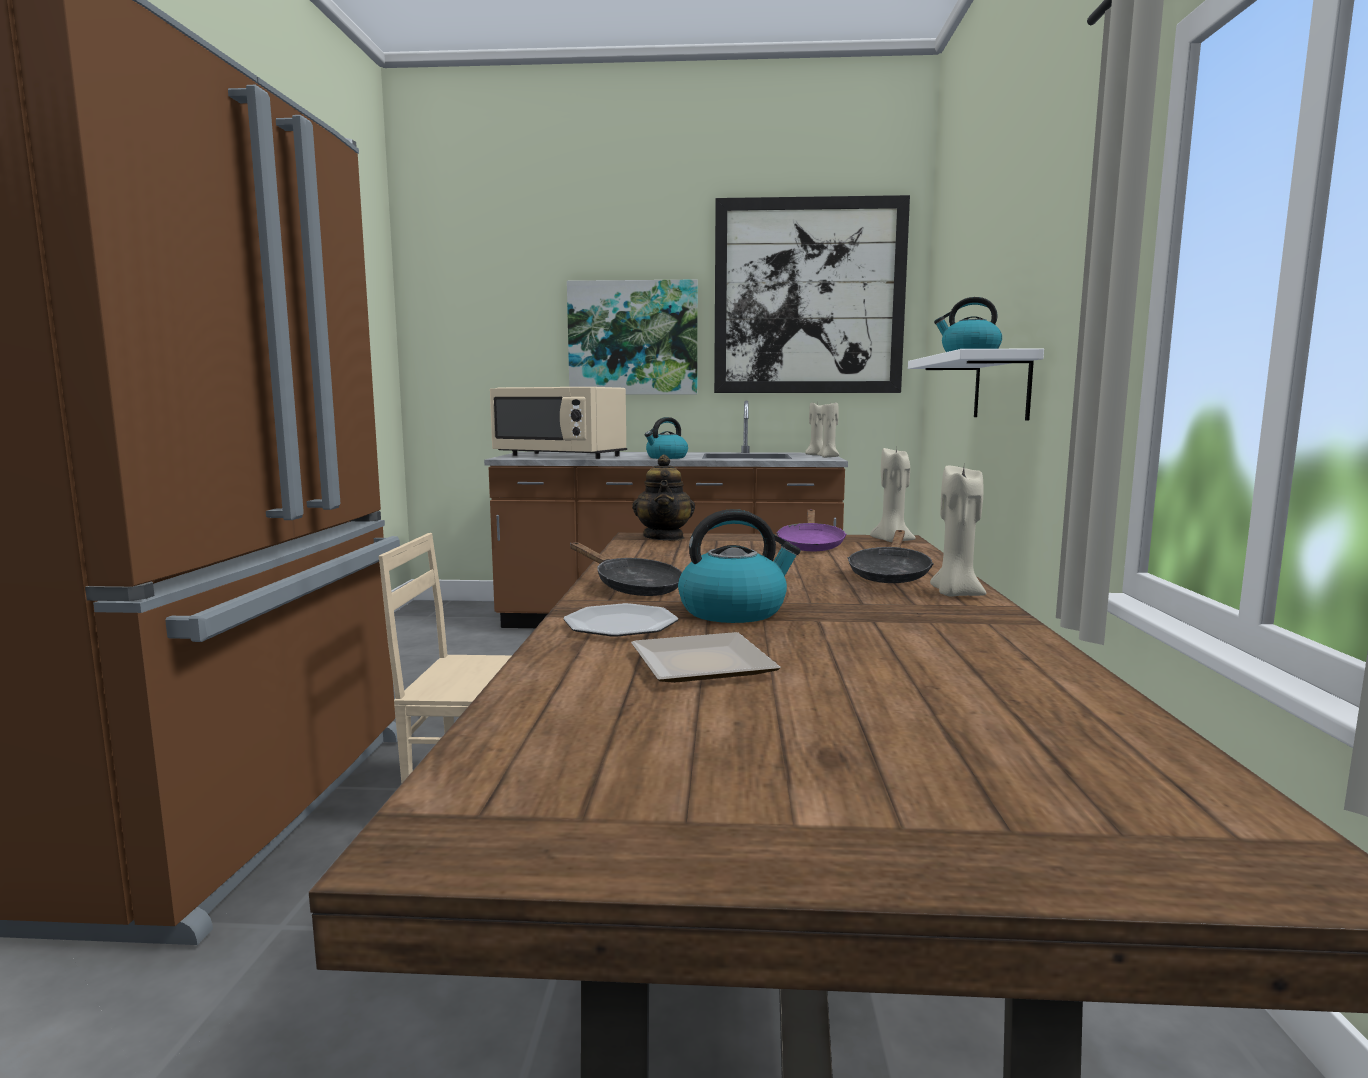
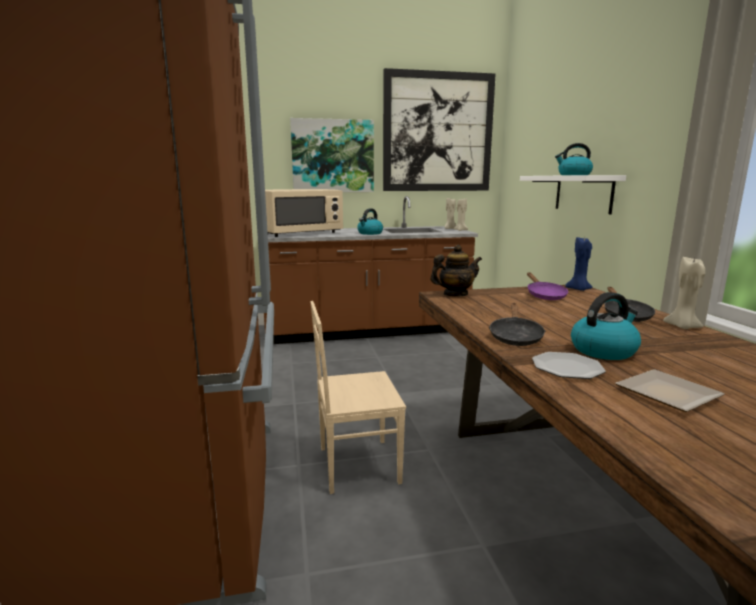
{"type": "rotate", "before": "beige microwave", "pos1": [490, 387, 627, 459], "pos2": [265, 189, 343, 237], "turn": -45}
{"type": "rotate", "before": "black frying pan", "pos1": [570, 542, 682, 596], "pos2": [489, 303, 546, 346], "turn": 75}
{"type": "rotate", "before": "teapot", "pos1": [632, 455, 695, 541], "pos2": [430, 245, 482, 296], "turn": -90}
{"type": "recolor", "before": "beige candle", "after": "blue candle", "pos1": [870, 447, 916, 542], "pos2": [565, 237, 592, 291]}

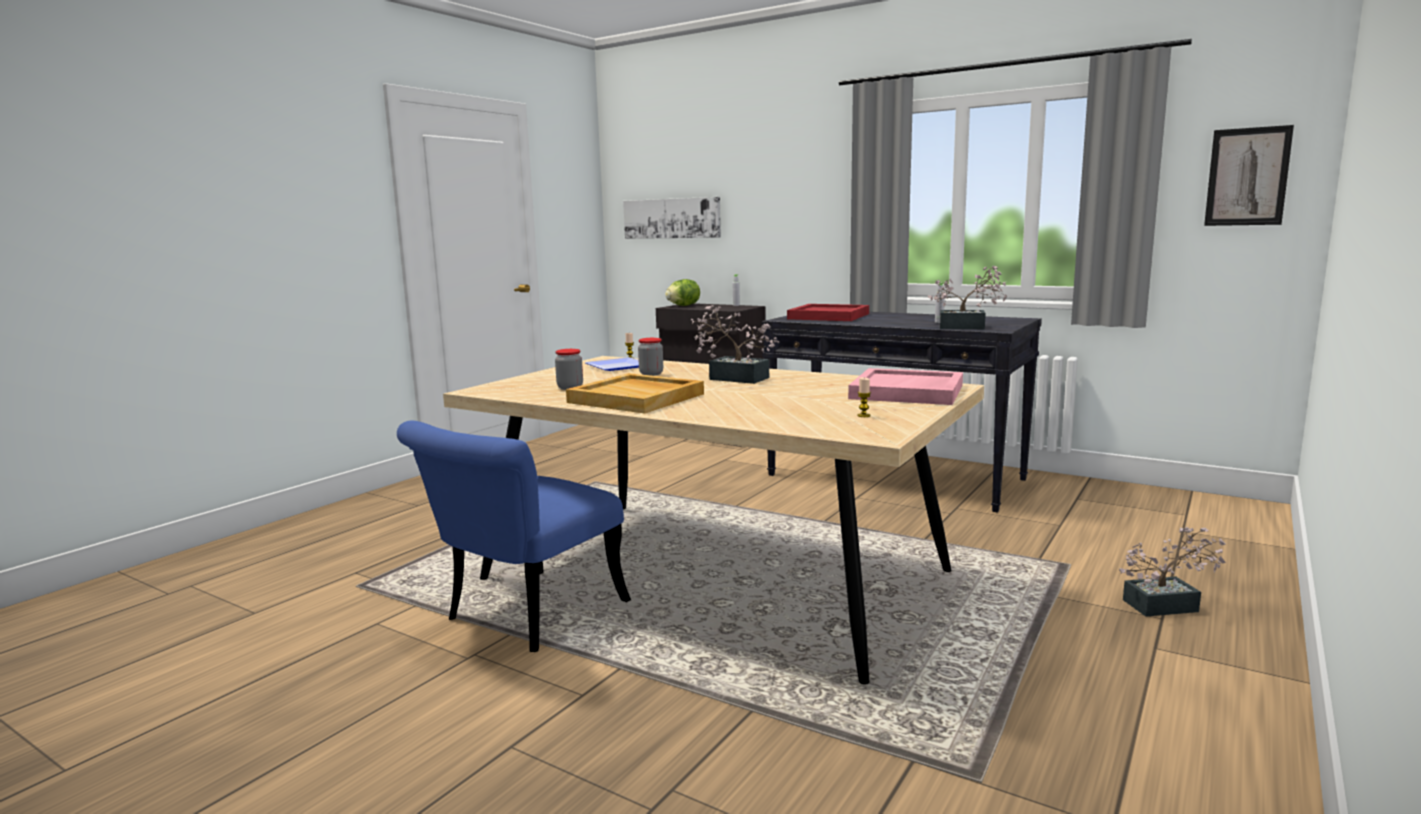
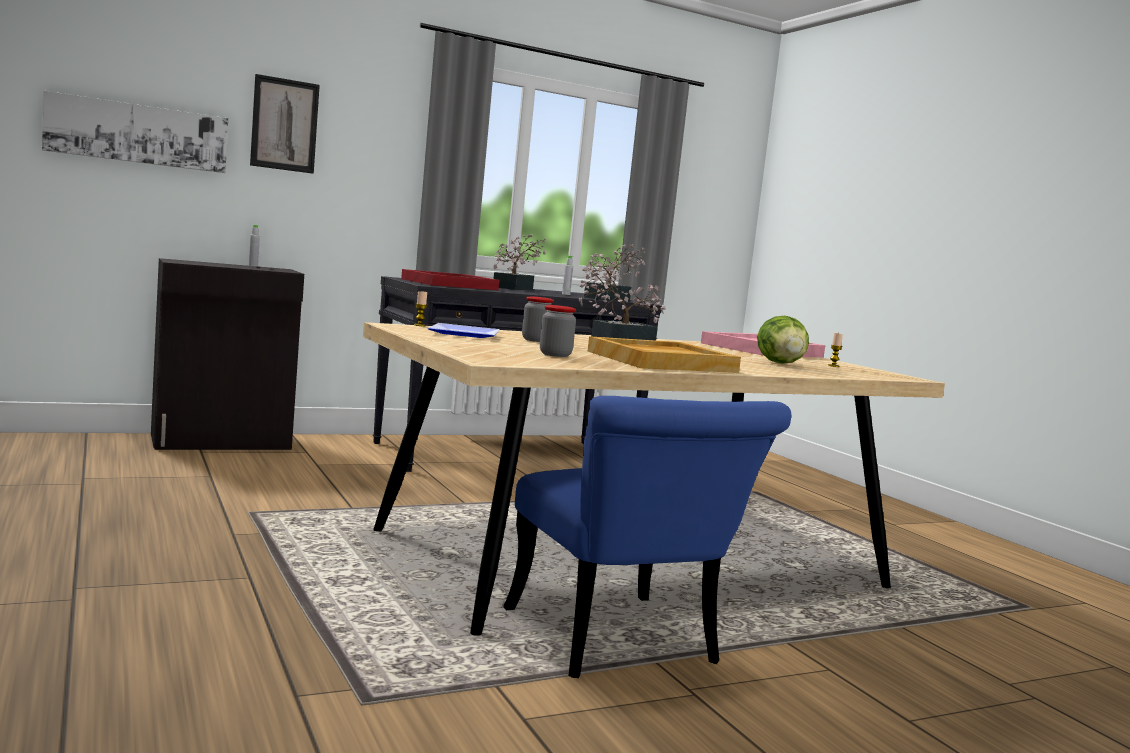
{"type": "move", "before": "lettuce", "pos1": [665, 279, 700, 306], "pos2": [757, 316, 809, 364]}
{"type": "move", "before": "potted plant", "pos1": [1119, 527, 1226, 617], "pos2": [493, 234, 546, 290]}
{"type": "move", "before": "picture", "pos1": [1204, 125, 1294, 226], "pos2": [250, 74, 320, 174]}

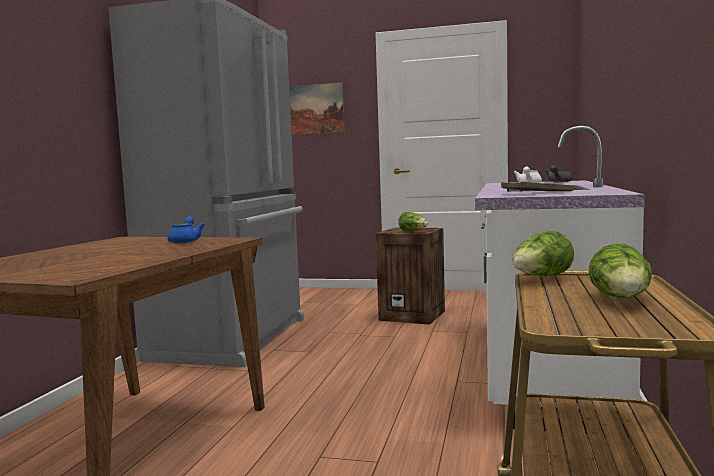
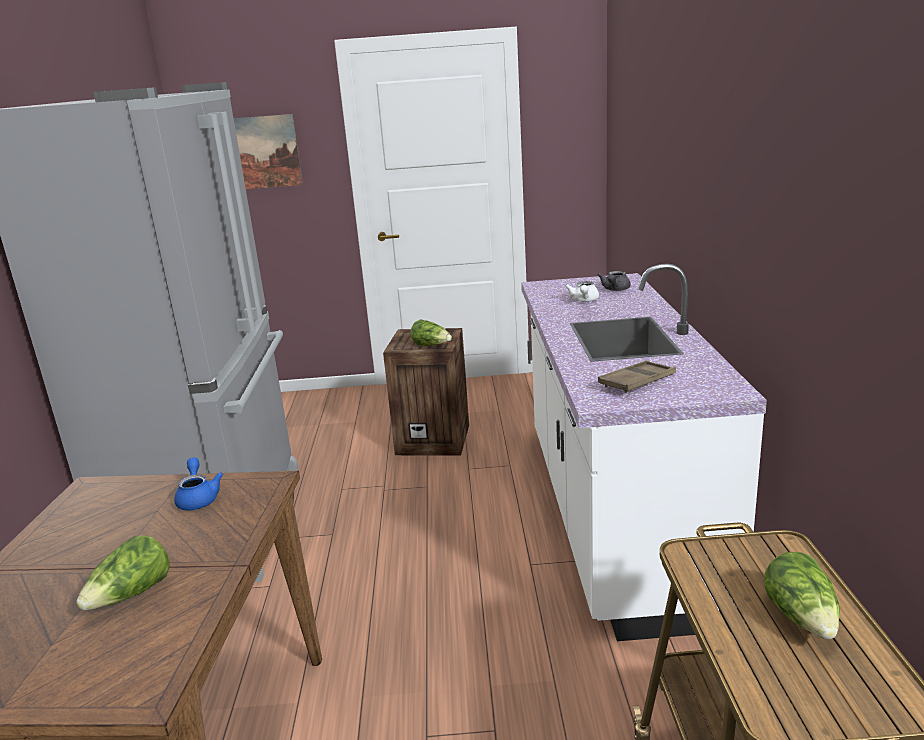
{"type": "move", "before": "lettuce", "pos1": [513, 231, 574, 276], "pos2": [76, 536, 170, 611]}

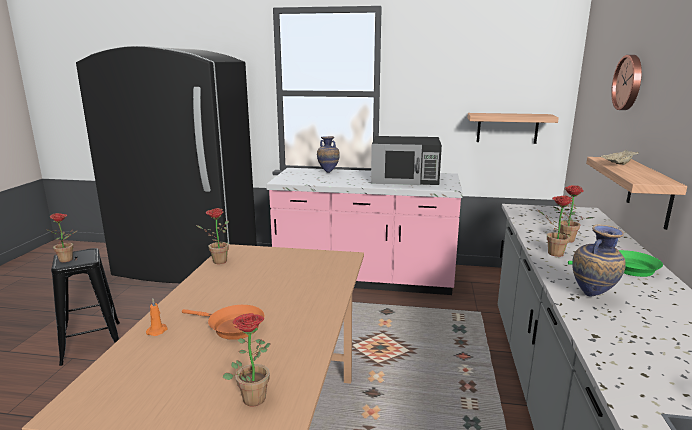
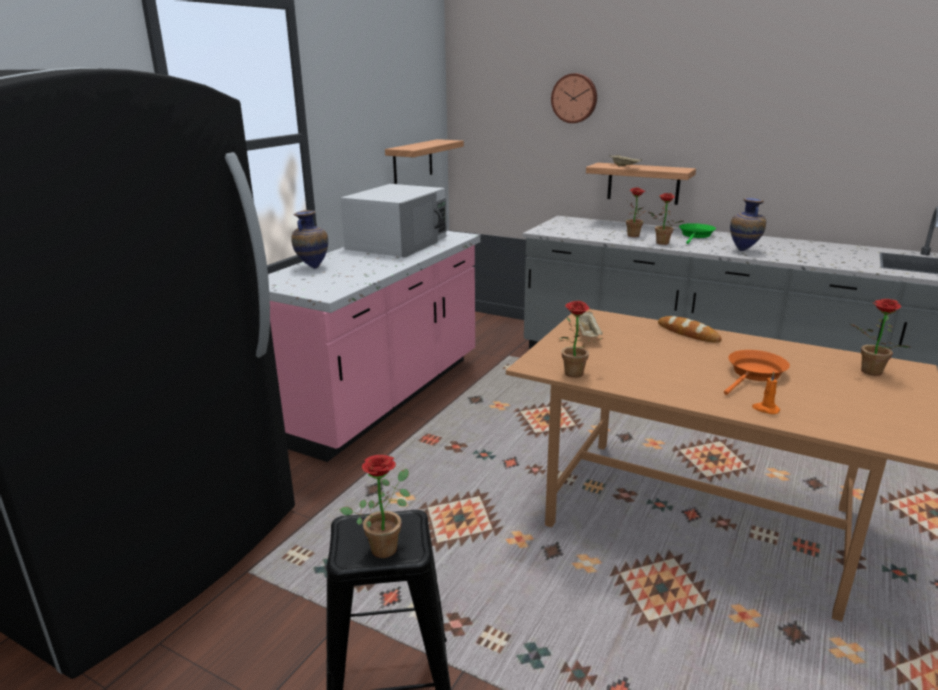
{"type": "recolor", "before": "black microwave", "after": "white microwave", "pos1": [371, 136, 442, 185], "pos2": [340, 184, 447, 258]}
{"type": "insert", "after": "beige tray", "pos2": [578, 312, 603, 337]}
{"type": "insert", "after": "bread", "pos2": [658, 316, 721, 343]}

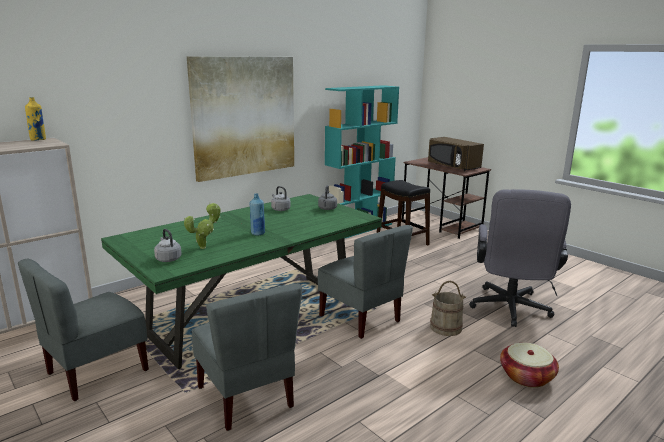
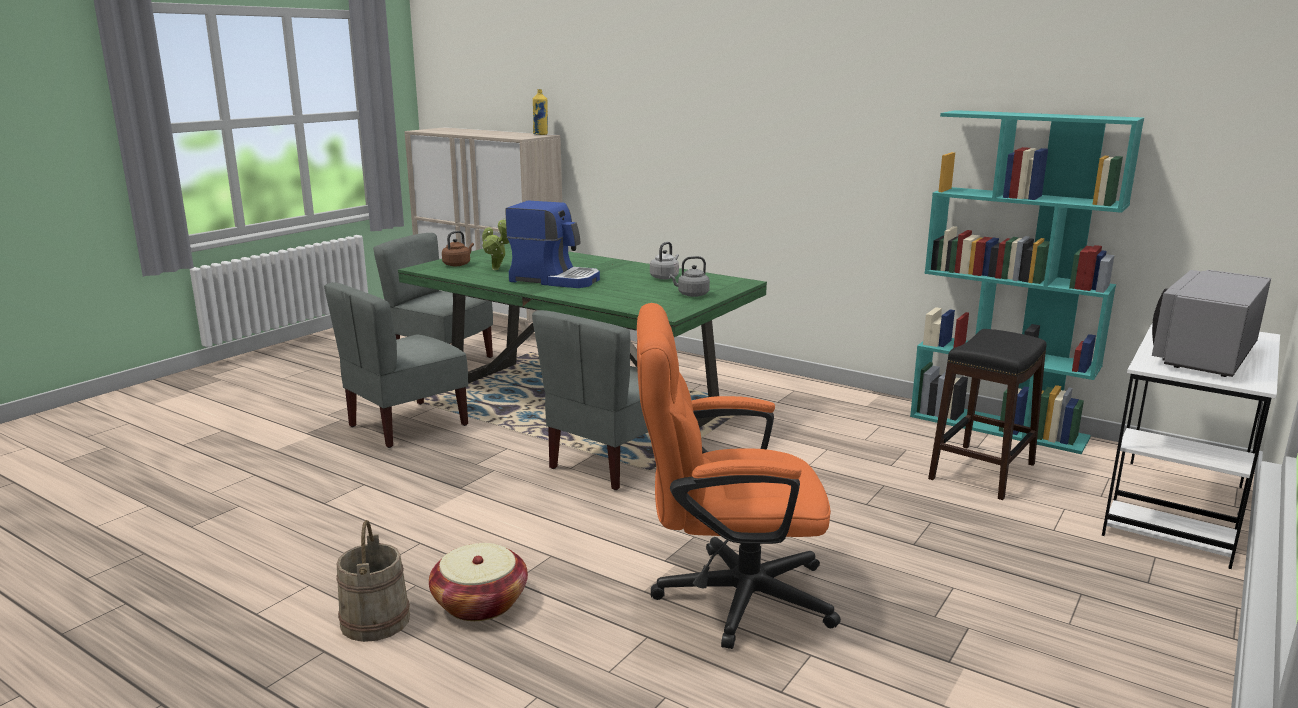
{"type": "recolor", "before": "grey kettle", "after": "brown kettle", "pos1": [154, 229, 182, 262], "pos2": [442, 231, 474, 266]}
{"type": "delete", "before": "picture", "pos1": [187, 56, 294, 182]}
{"type": "replace", "before": "blue bottle", "after": "coffee machine", "pos1": [250, 193, 265, 235], "pos2": [505, 201, 600, 288]}
{"type": "recolor", "before": "brown desk", "after": "white desk", "pos1": [402, 157, 491, 239], "pos2": [1102, 322, 1280, 569]}
{"type": "recolor", "before": "brown microwave", "after": "grey microwave", "pos1": [428, 137, 484, 171], "pos2": [1152, 270, 1271, 377]}
{"type": "move", "before": "beige bucket", "pos1": [430, 281, 466, 336], "pos2": [336, 520, 410, 642]}
{"type": "recolor", "before": "grey office chair", "after": "orange office chair", "pos1": [469, 189, 571, 327], "pos2": [637, 303, 841, 649]}

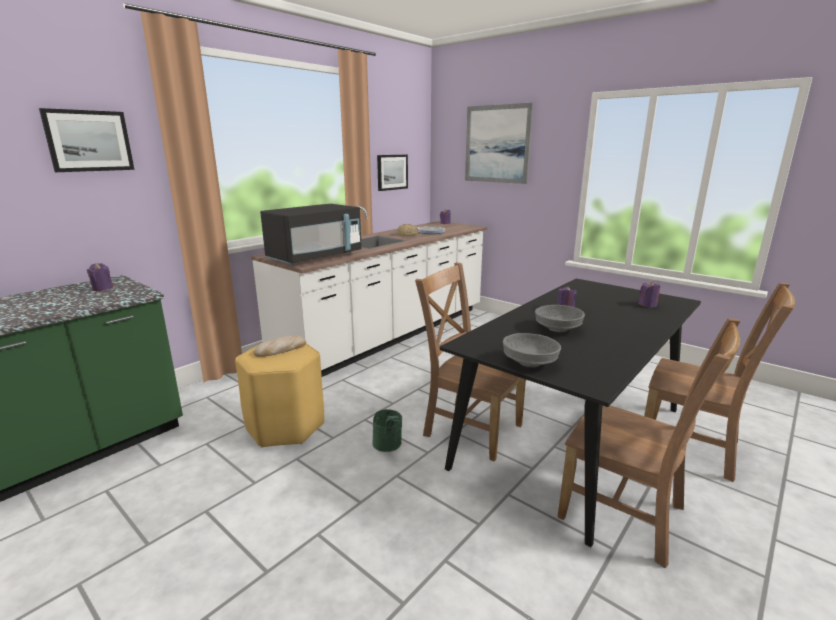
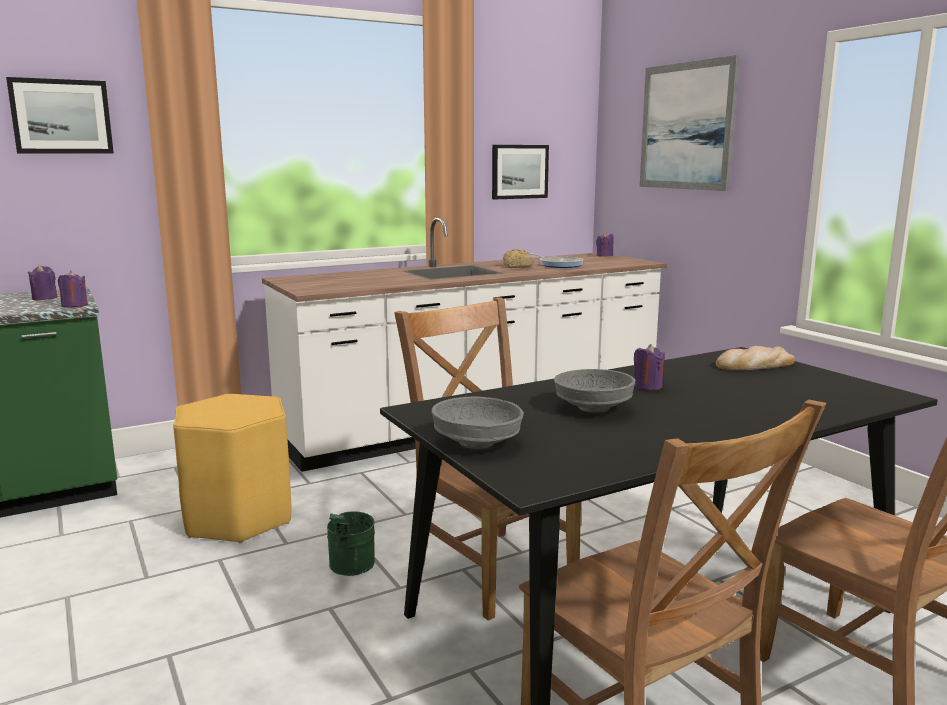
{"type": "move", "before": "bread", "pos1": [253, 335, 306, 357], "pos2": [716, 346, 795, 370]}
{"type": "delete", "before": "black microwave", "pos1": [260, 204, 362, 265]}
{"type": "move", "before": "purple candle", "pos1": [638, 281, 660, 308], "pos2": [58, 270, 88, 307]}

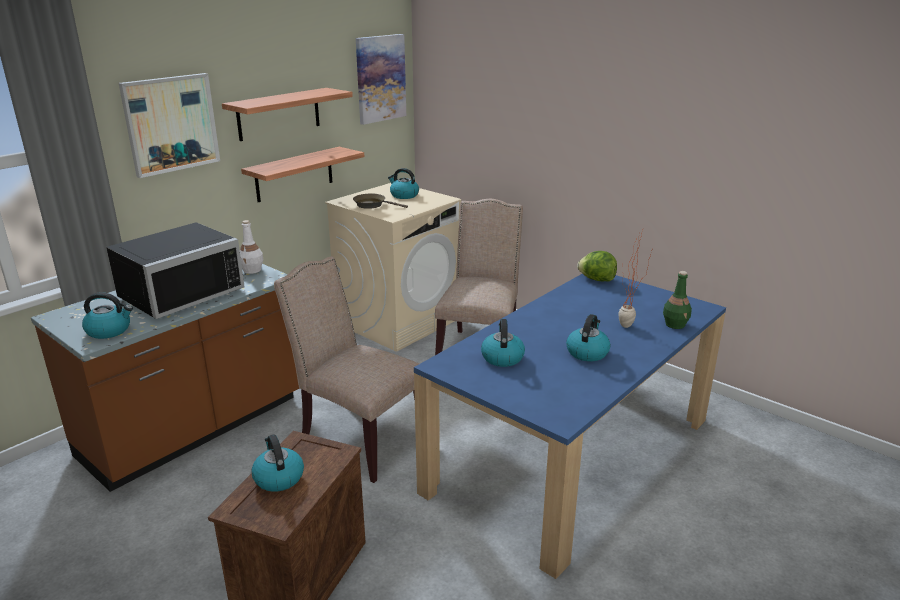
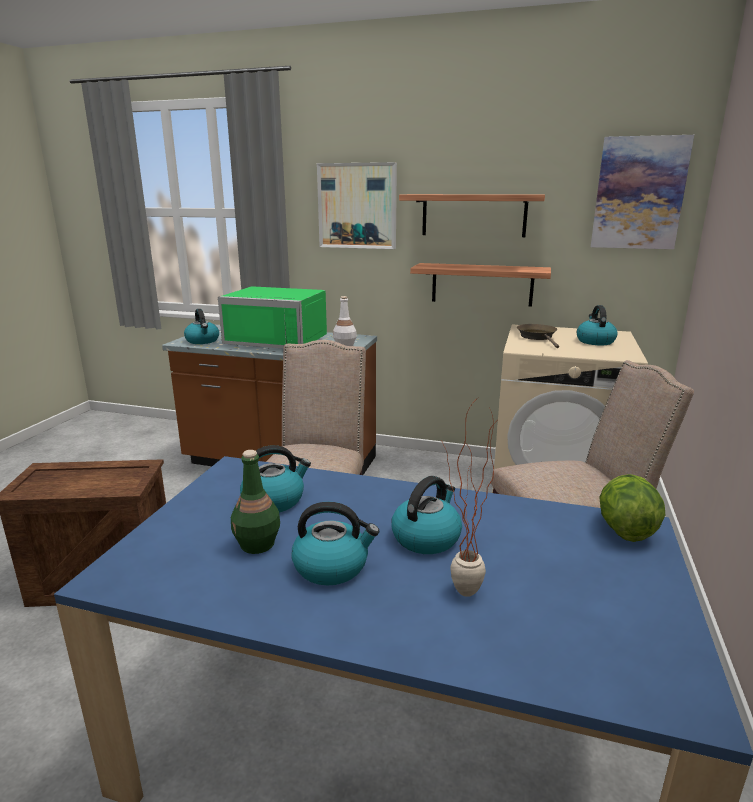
{"type": "recolor", "before": "black microwave", "after": "green microwave", "pos1": [106, 222, 245, 319], "pos2": [218, 286, 327, 349]}
{"type": "move", "before": "kettle", "pos1": [251, 434, 304, 492], "pos2": [391, 476, 462, 554]}
{"type": "move", "before": "green bottle", "pos1": [663, 271, 692, 329], "pos2": [231, 450, 280, 554]}

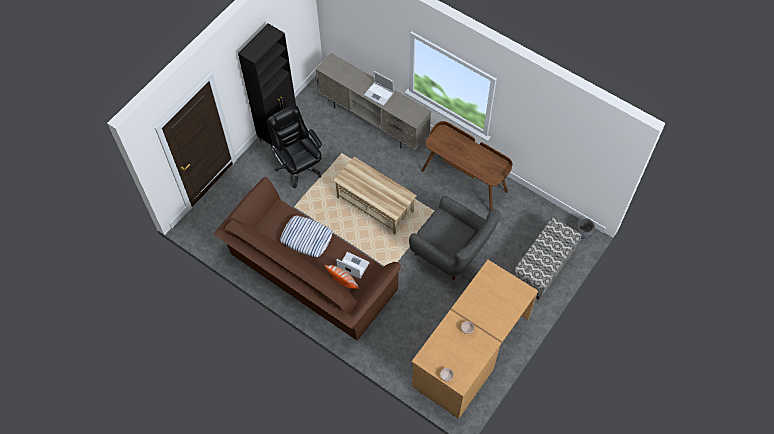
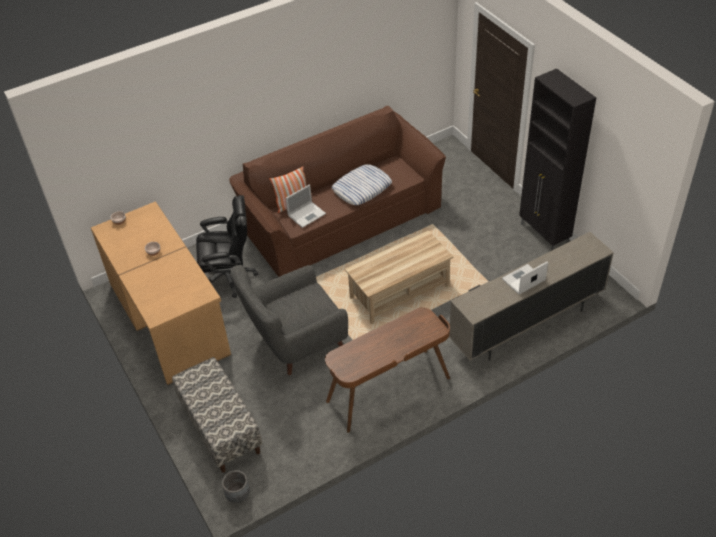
{"type": "move", "before": "black office chair", "pos1": [267, 105, 322, 188], "pos2": [196, 195, 258, 298]}

